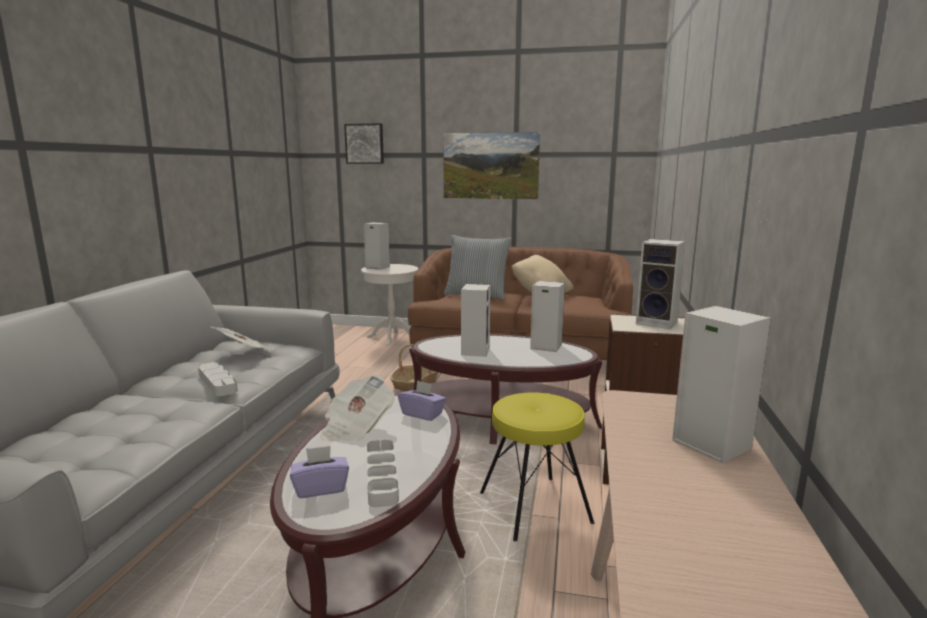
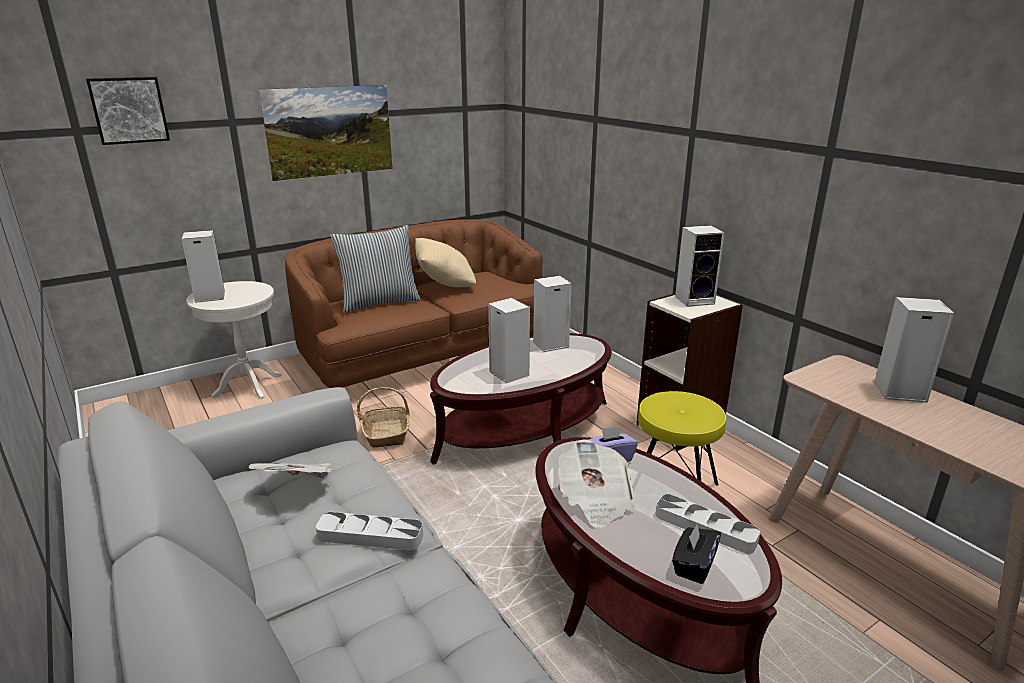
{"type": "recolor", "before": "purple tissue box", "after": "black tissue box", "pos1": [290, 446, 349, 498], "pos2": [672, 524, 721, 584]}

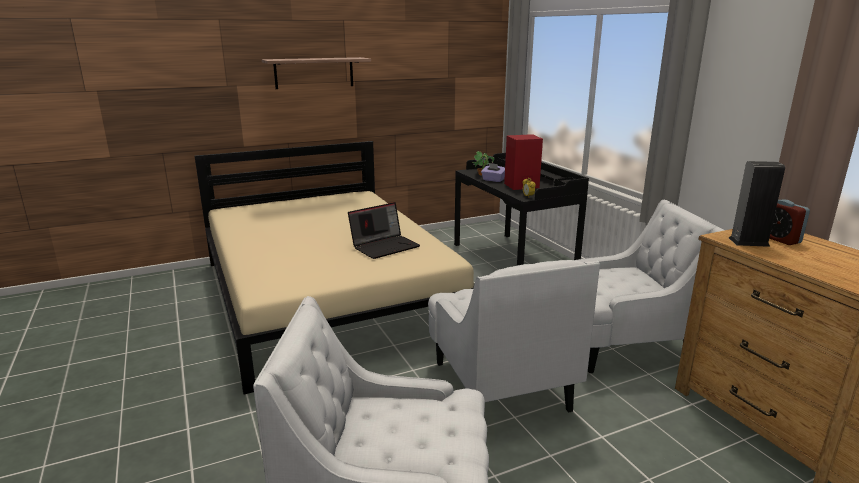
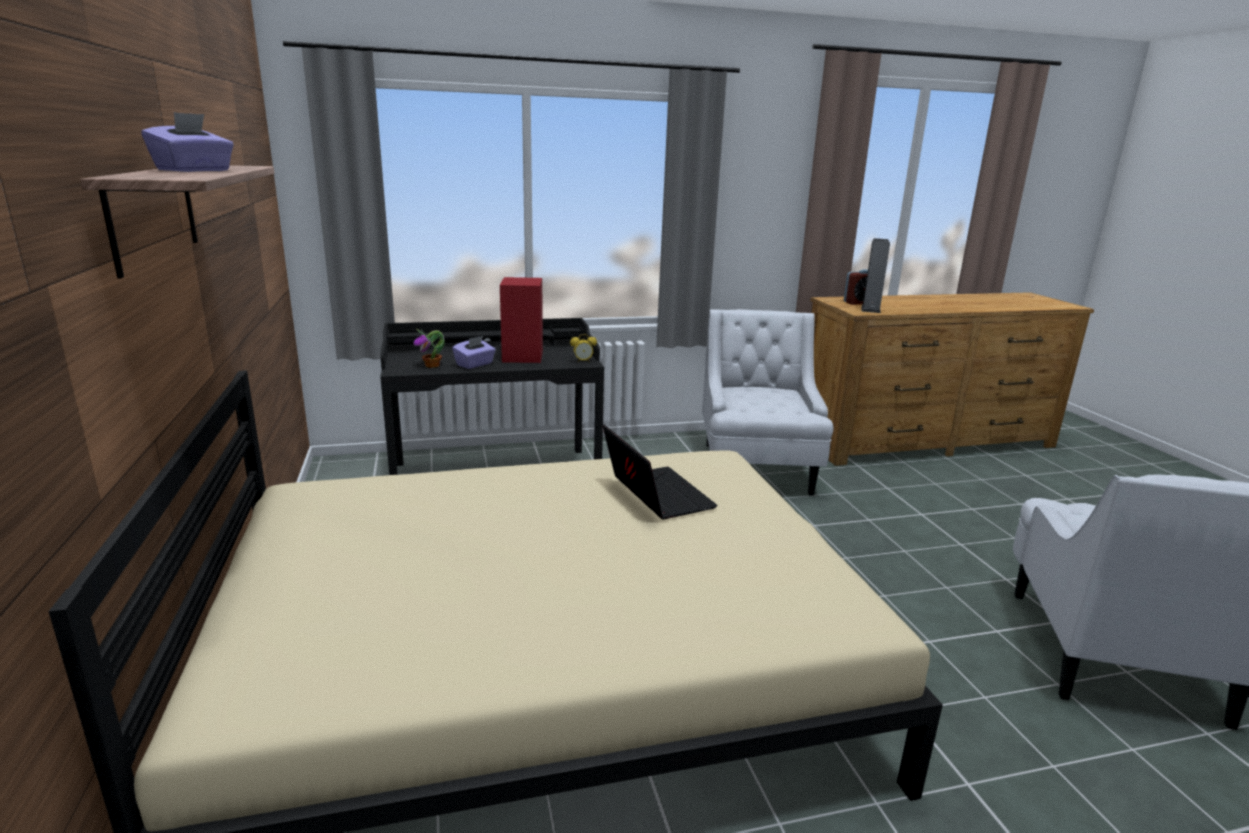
{"type": "delete", "before": "white armchair", "pos1": [428, 260, 600, 412]}
{"type": "insert", "after": "purple tissue box", "pos2": [141, 112, 234, 172]}

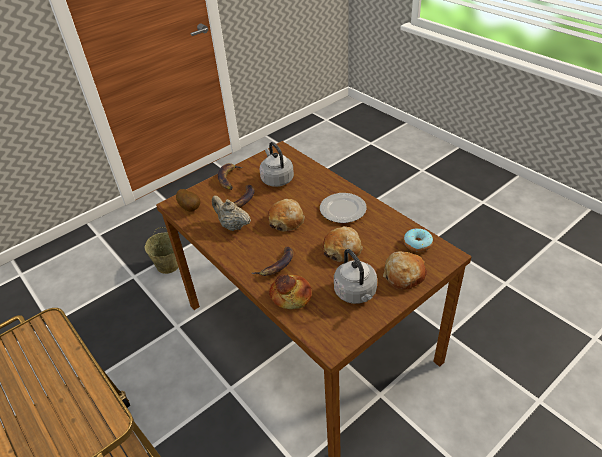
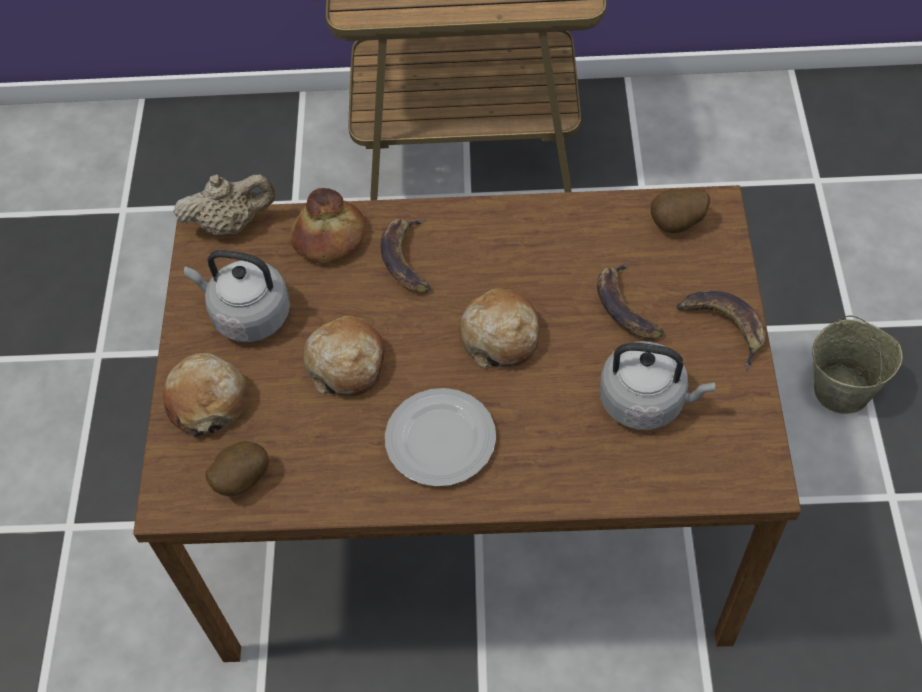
{"type": "move", "before": "beige teapot", "pos1": [212, 195, 251, 231], "pos2": [173, 174, 275, 235]}
{"type": "replace", "before": "donut", "after": "potato", "pos1": [404, 228, 433, 252], "pos2": [205, 441, 269, 496]}

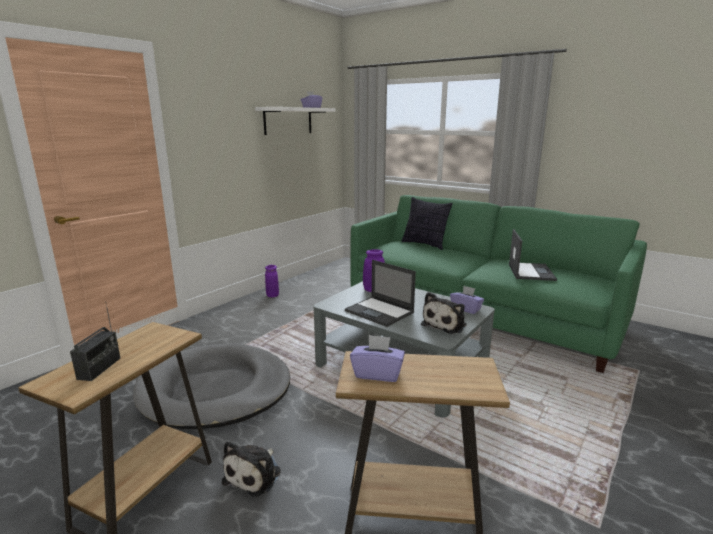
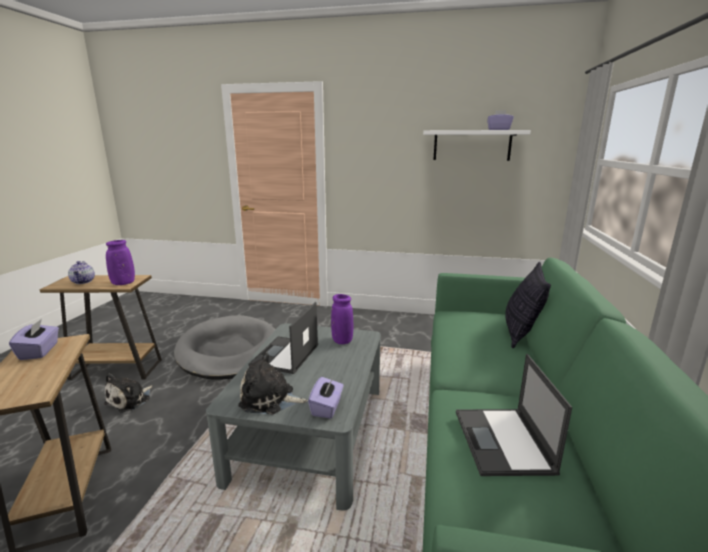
{"type": "replace", "before": "radio", "after": "teapot", "pos1": [70, 302, 120, 381], "pos2": [68, 261, 95, 284]}
{"type": "rotate", "before": "plush toy", "pos1": [222, 441, 281, 497], "pos2": [104, 373, 153, 413], "turn": -60}
{"type": "move", "before": "purple vase", "pos1": [265, 265, 279, 297], "pos2": [106, 240, 135, 285]}
{"type": "rotate", "before": "laptop", "pos1": [509, 229, 557, 281], "pos2": [456, 354, 572, 476], "turn": 105}

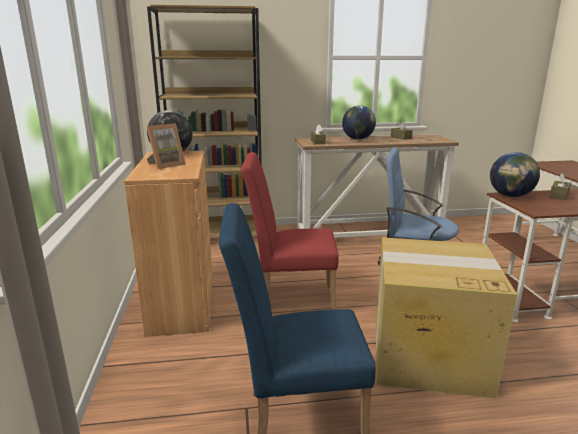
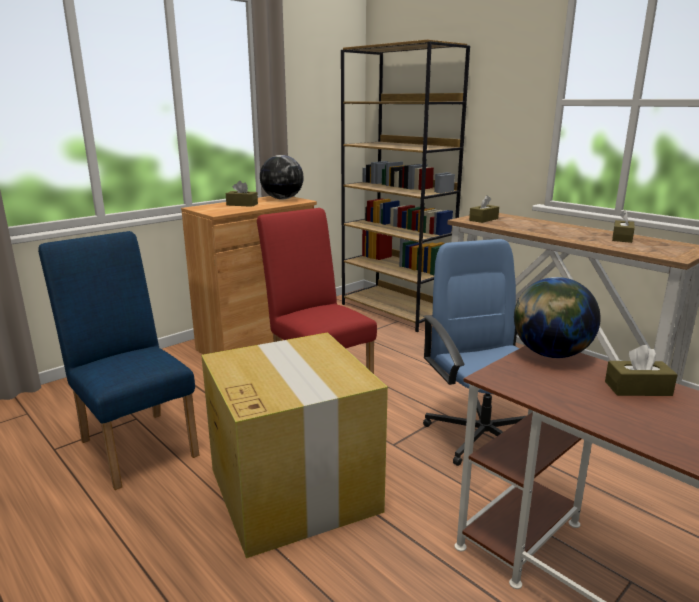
{"type": "replace", "before": "picture frame", "after": "brown tissue box", "pos1": [147, 123, 186, 169], "pos2": [226, 181, 258, 207]}
{"type": "delete", "before": "globe", "pos1": [342, 106, 376, 140]}

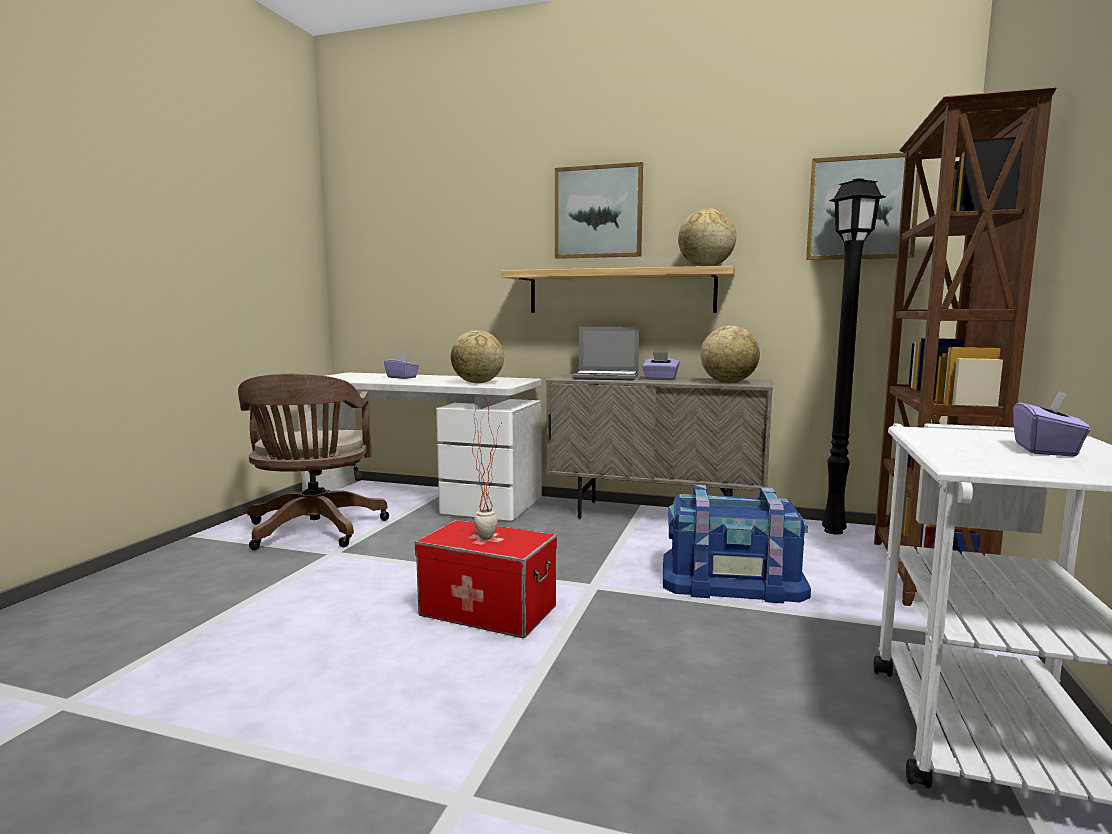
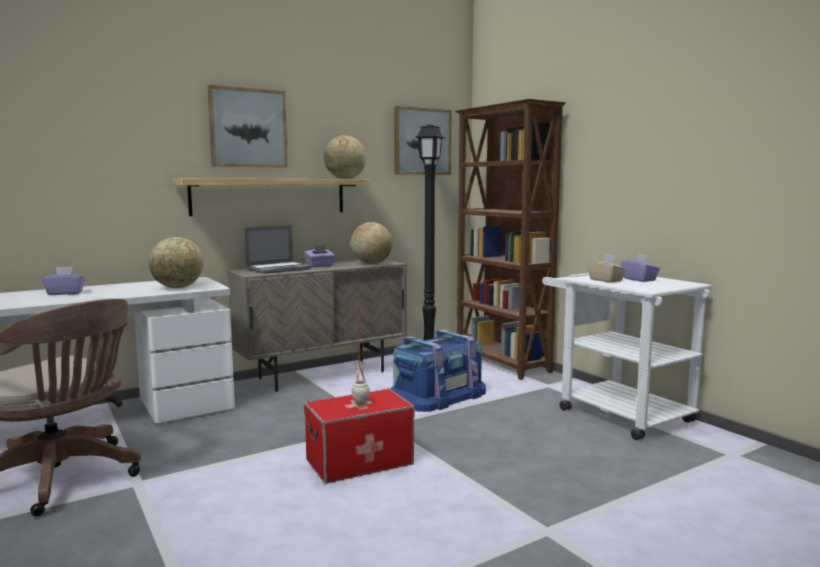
{"type": "insert", "after": "beige tissue box", "pos2": [587, 254, 626, 283]}

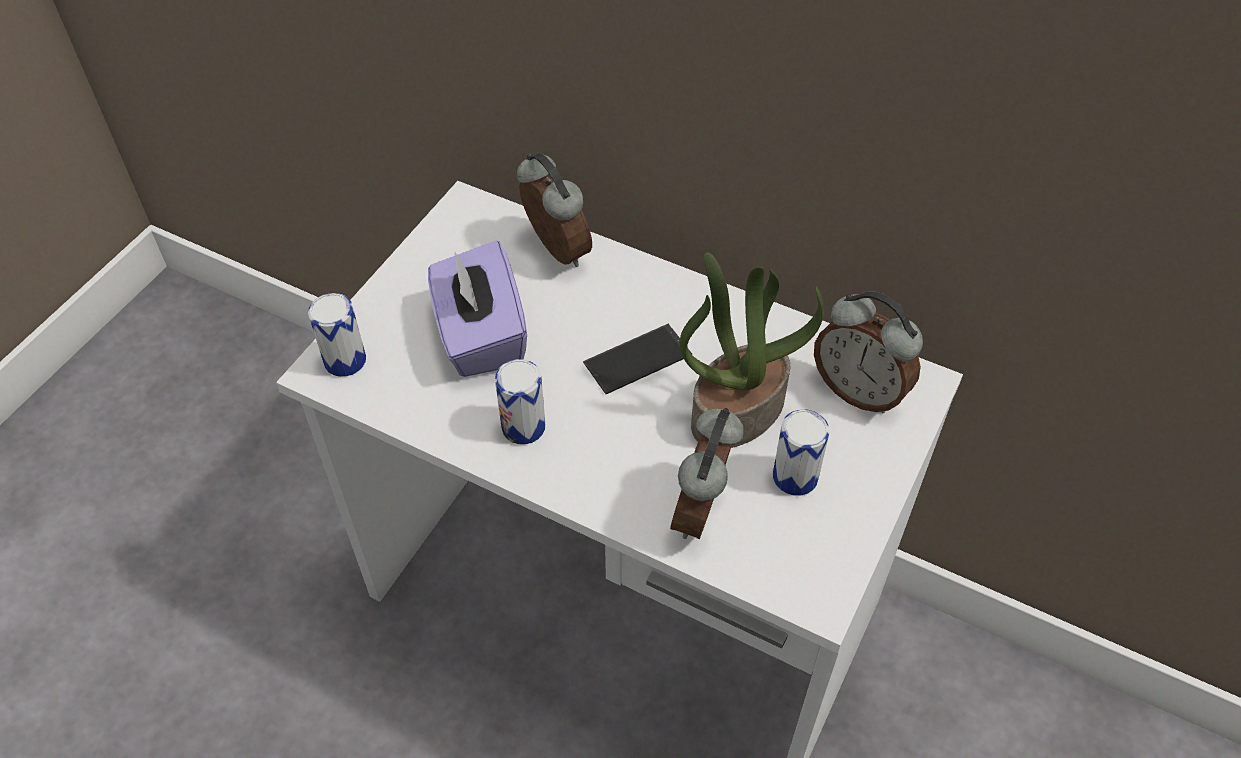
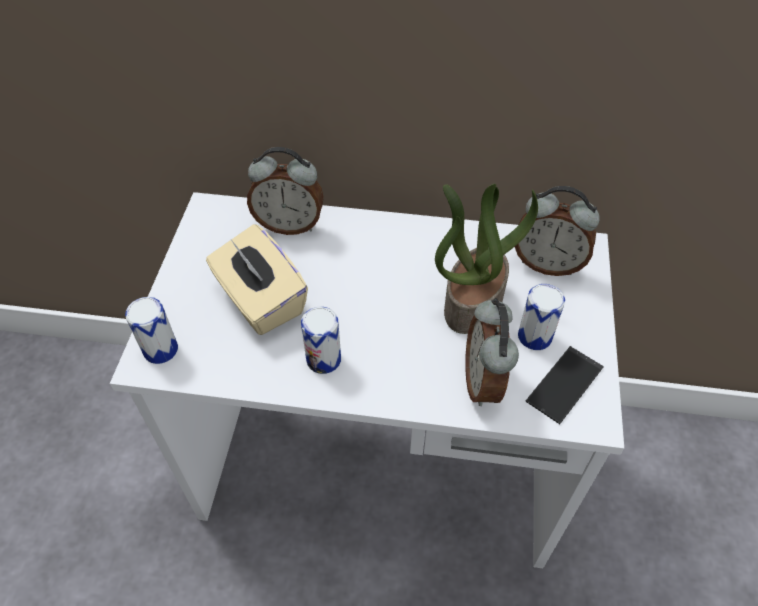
{"type": "recolor", "before": "purple tissue box", "after": "beige tissue box", "pos1": [428, 240, 527, 377], "pos2": [206, 224, 308, 335]}
{"type": "rotate", "before": "alarm clock", "pos1": [517, 153, 592, 267], "pos2": [247, 147, 324, 235], "turn": 150}
{"type": "move", "before": "phone", "pos1": [583, 324, 692, 394], "pos2": [525, 346, 604, 424]}

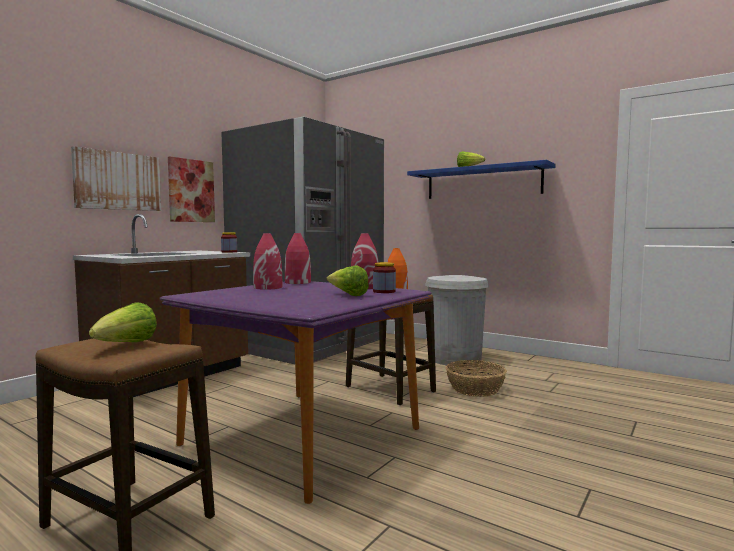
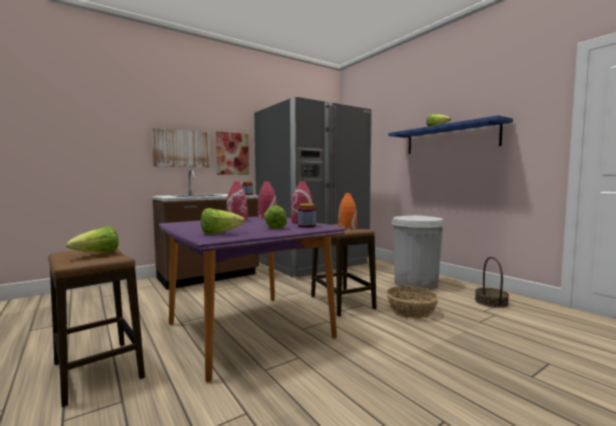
{"type": "insert", "after": "lettuce", "pos2": [201, 208, 245, 234]}
{"type": "insert", "after": "basket", "pos2": [475, 257, 509, 308]}

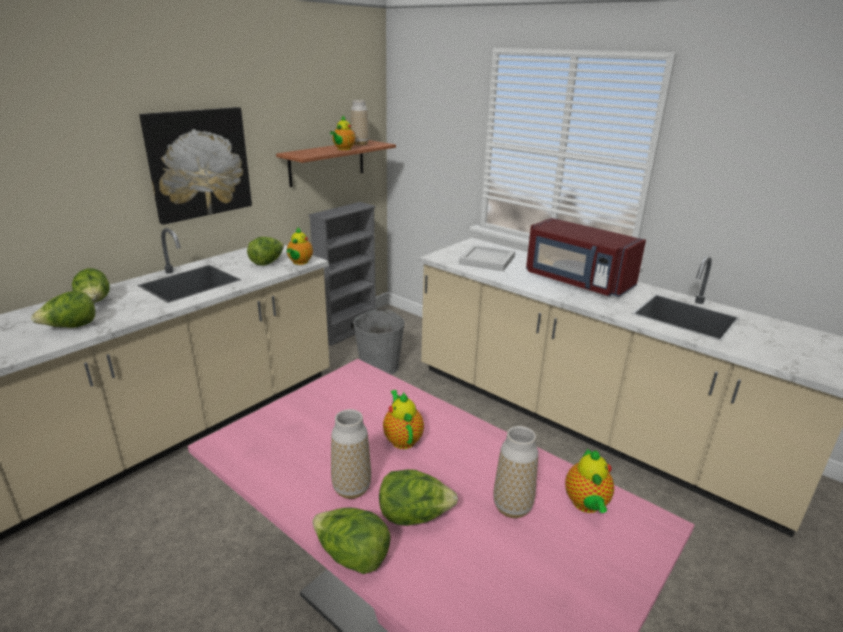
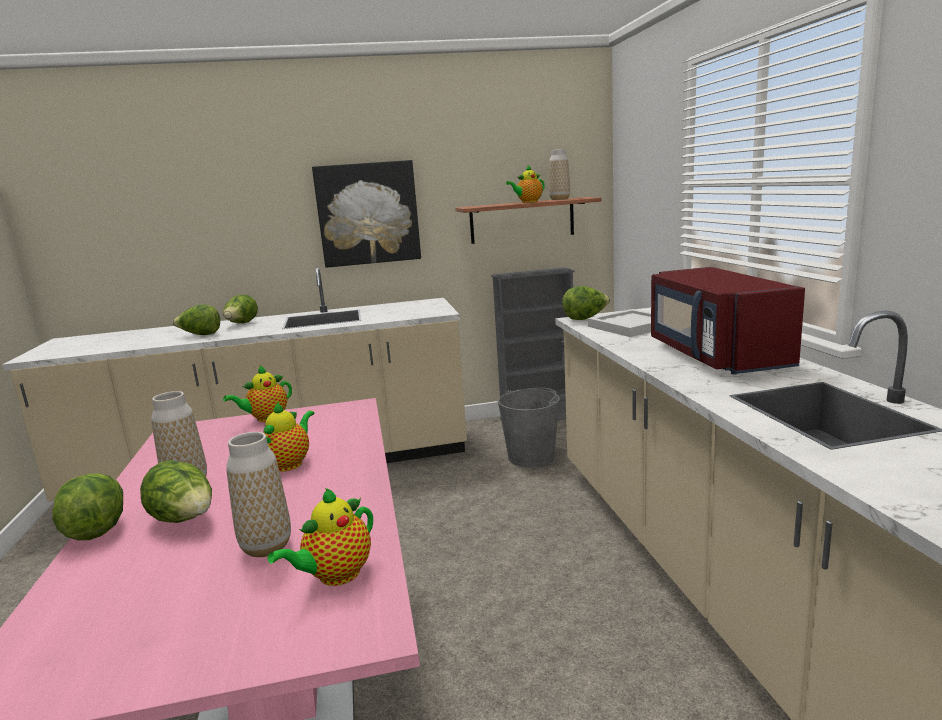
{"type": "move", "before": "lettuce", "pos1": [247, 237, 284, 265], "pos2": [562, 286, 610, 320]}
{"type": "move", "before": "teapot", "pos1": [286, 227, 313, 265], "pos2": [223, 365, 292, 422]}

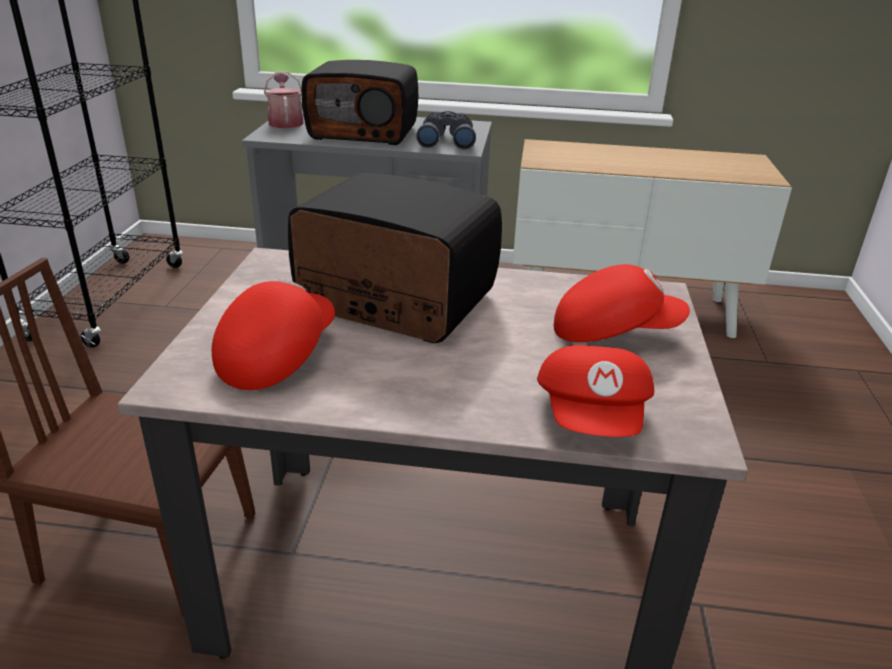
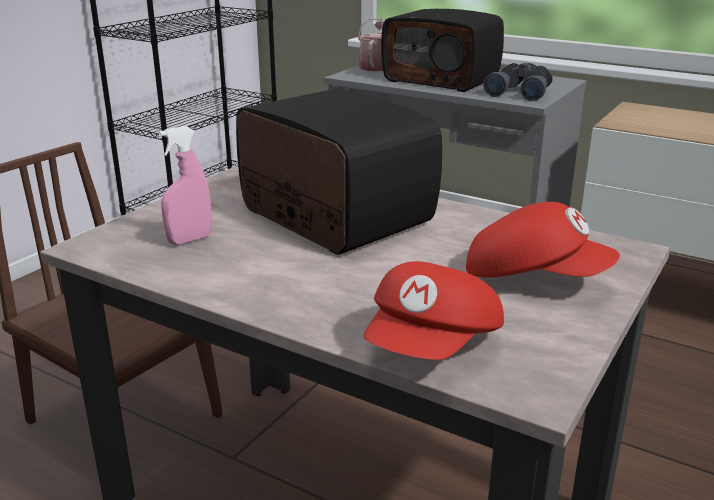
{"type": "replace", "before": "red cap", "after": "pink spray bottle", "pos1": [212, 279, 335, 390], "pos2": [159, 126, 212, 245]}

